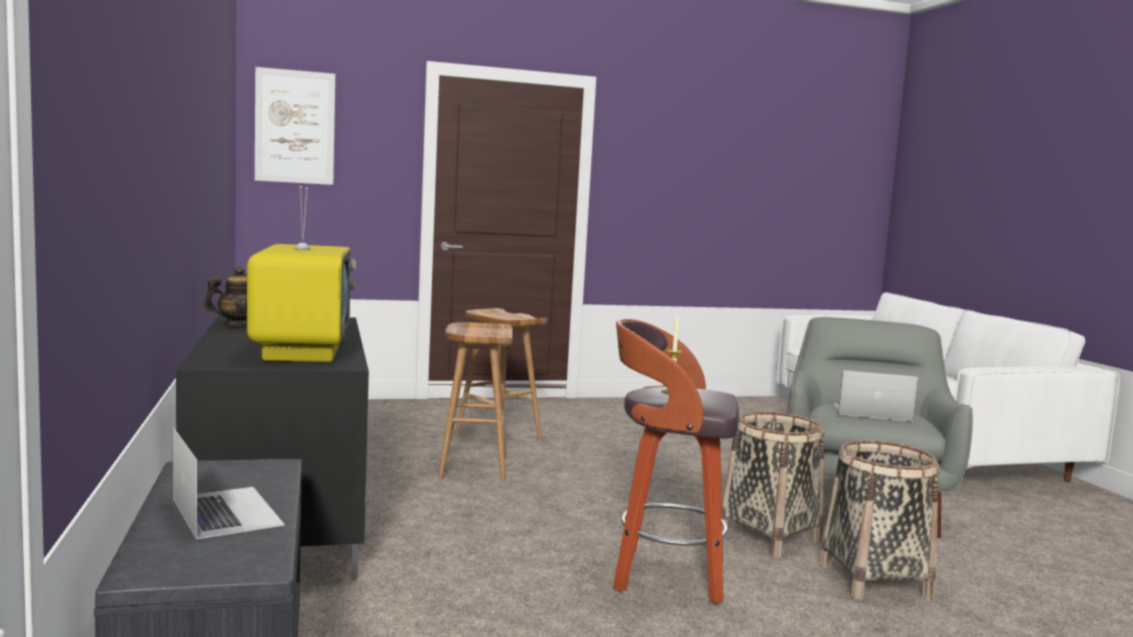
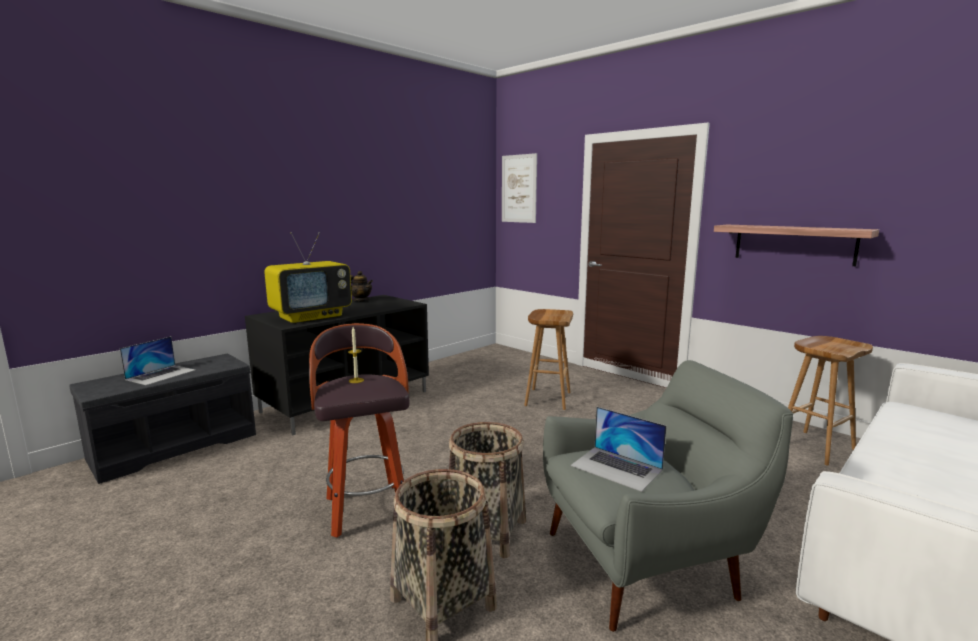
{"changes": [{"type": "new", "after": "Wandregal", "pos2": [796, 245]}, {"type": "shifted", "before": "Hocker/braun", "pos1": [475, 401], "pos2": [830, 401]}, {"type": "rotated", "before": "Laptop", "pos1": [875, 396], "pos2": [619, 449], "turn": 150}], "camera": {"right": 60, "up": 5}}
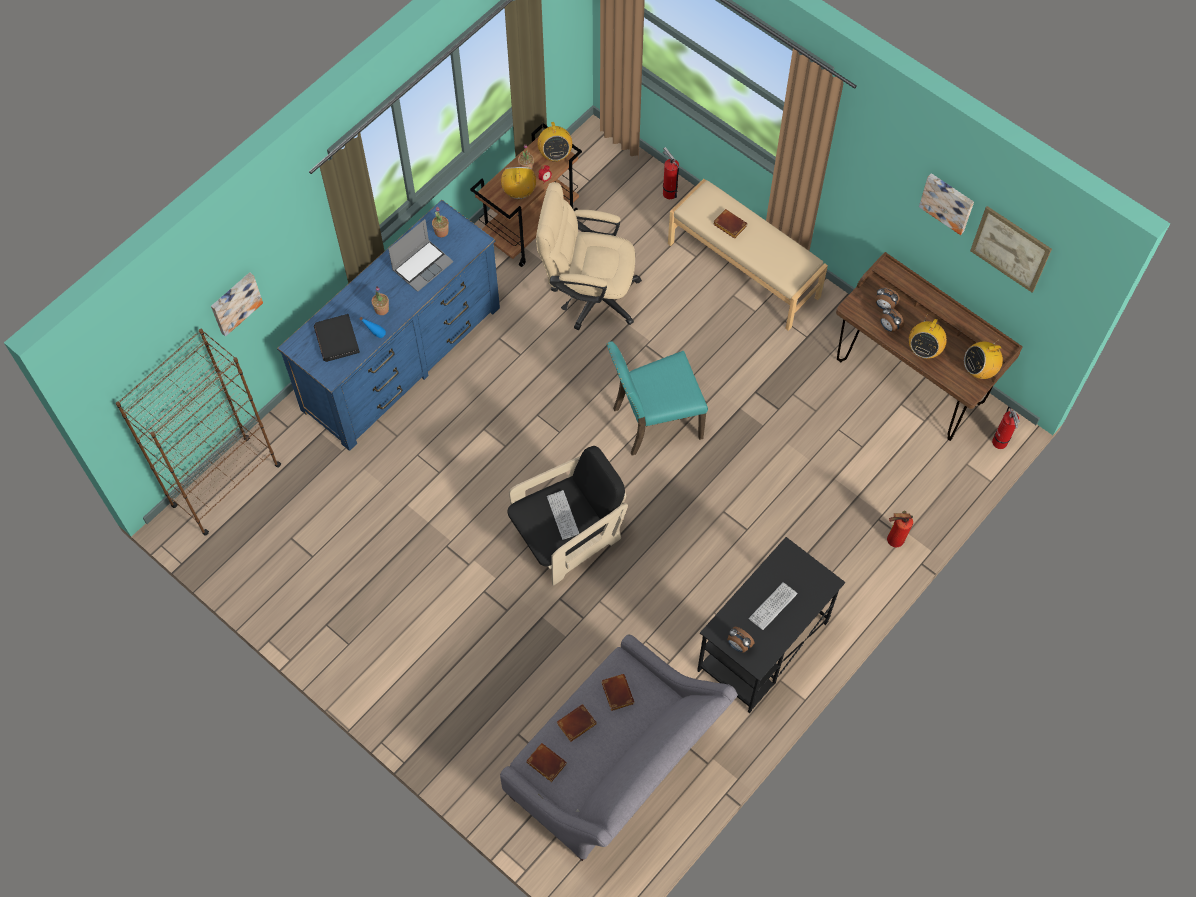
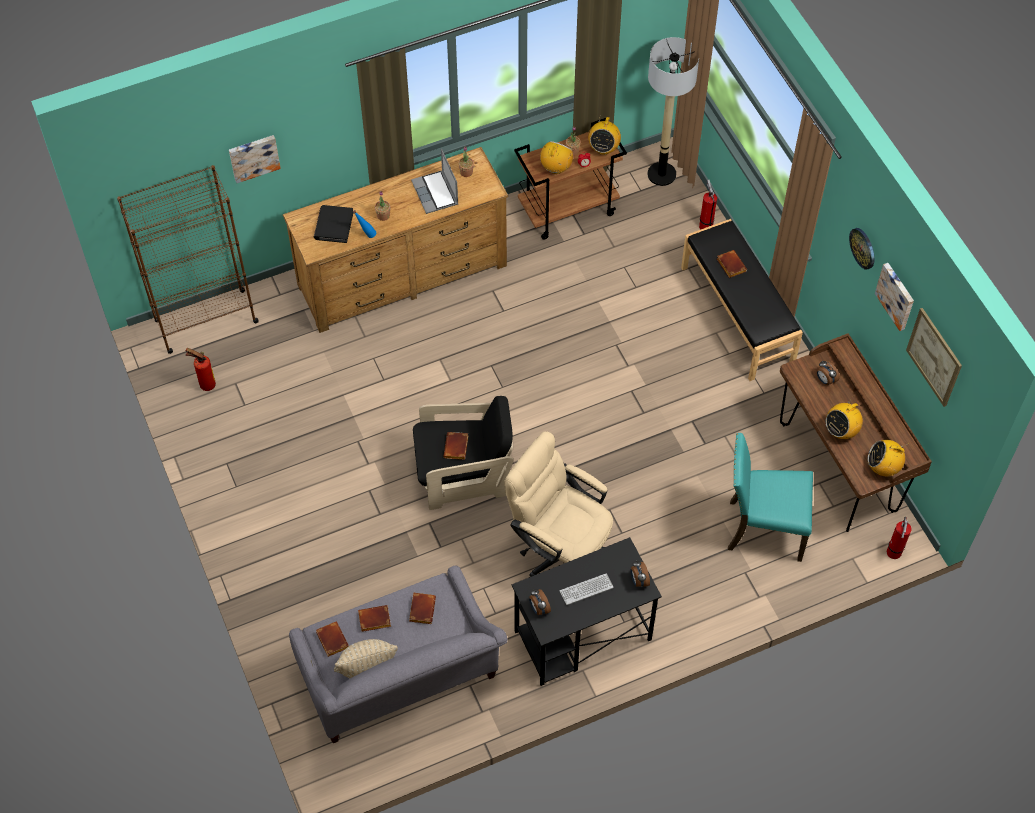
{"changes": [{"type": "new", "after": "Kissen/beige", "pos2": [366, 658]}, {"type": "new", "after": "Stehlampe", "pos2": [673, 111]}, {"type": "new", "after": "Wanduhr", "pos2": [861, 249]}, {"type": "shifted", "before": "Bürostuhl/beige", "pos1": [589, 256], "pos2": [558, 504]}, {"type": "shifted", "before": "Stuhl/türkis", "pos1": [657, 398], "pos2": [770, 497]}, {"type": "shifted", "before": "Wecker", "pos1": [892, 320], "pos2": [640, 573]}, {"type": "shifted", "before": "Feuerlöscher", "pos1": [900, 529], "pos2": [200, 369]}, {"type": "swapped", "before": "Tastatur", "after": "Buch/braun", "pos1": [563, 515], "pos2": [455, 446]}, {"type": "repainted", "before": "Kommode/blau", "after": "Kommode/braun", "pos1": [388, 325], "pos2": [395, 240]}, {"type": "repainted", "before": "Bank/beige", "after": "Bank/schwarz", "pos1": [748, 255], "pos2": [742, 300]}, {"type": "rotated", "before": "Laptop", "pos1": [420, 255], "pos2": [434, 181], "turn": 90}], "camera": {"right": 25, "up": -5}}
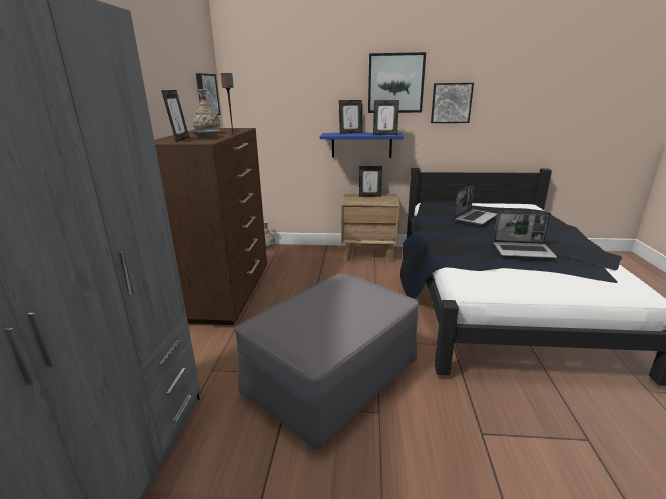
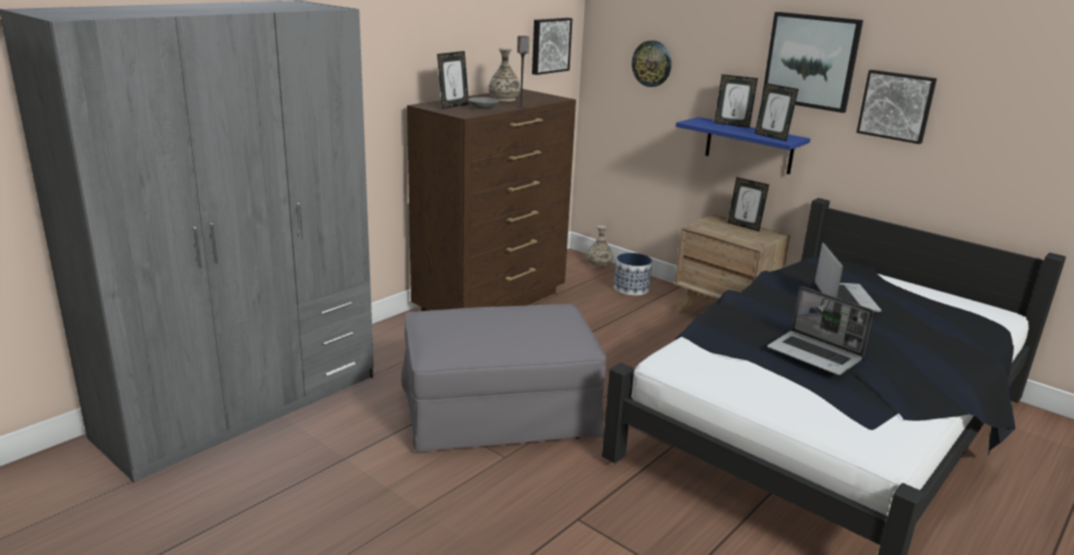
{"changes": [{"type": "new", "after": "Pflanzkübel", "pos2": [633, 274]}, {"type": "new", "after": "Wanduhr", "pos2": [651, 63]}, {"type": "rotated", "before": "Laptop", "pos1": [476, 204], "pos2": [848, 277], "turn": -75}], "camera": {"right": 35, "up": 0}}
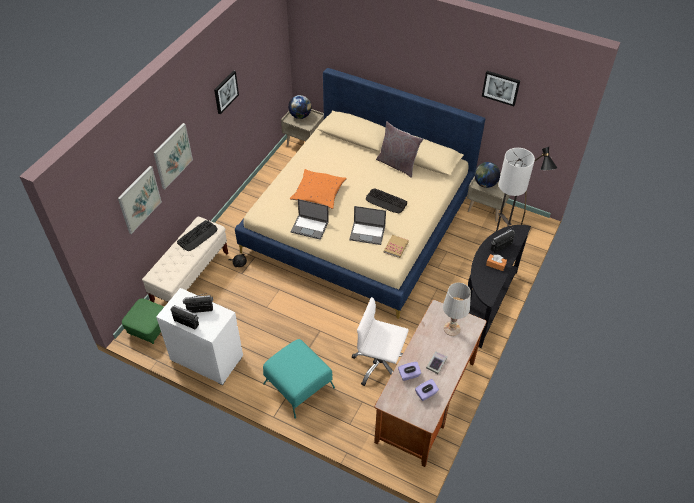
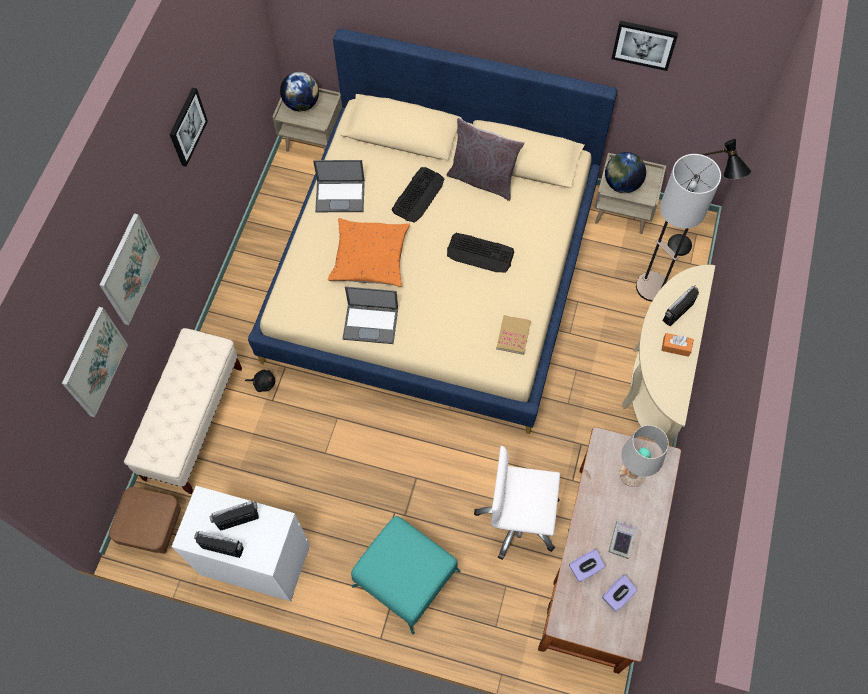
{"changes": [{"type": "shifted", "before": "Tastatur", "pos1": [197, 235], "pos2": [418, 195]}, {"type": "shifted", "before": "Laptop", "pos1": [367, 225], "pos2": [339, 186]}, {"type": "repainted", "before": "Polsterhocker/grün", "after": "Polsterhocker/braun", "pos1": [143, 321], "pos2": [145, 520]}, {"type": "repainted", "before": "Konsolentisch/schwarz", "after": "Konsolentisch/beige", "pos1": [499, 286], "pos2": [668, 355]}], "camera": {"right": -10, "up": 15}}
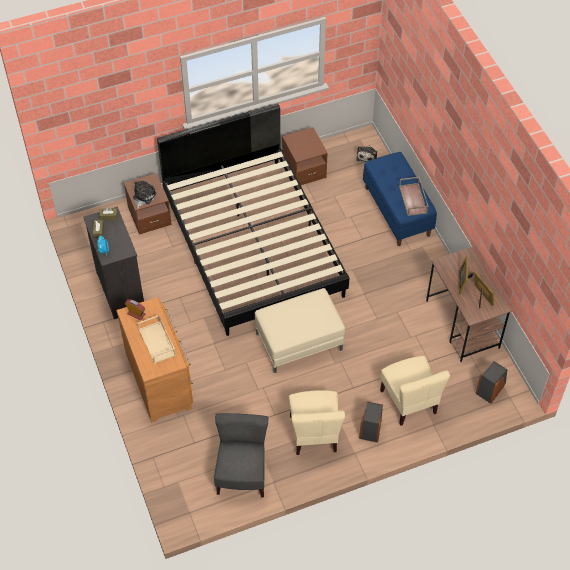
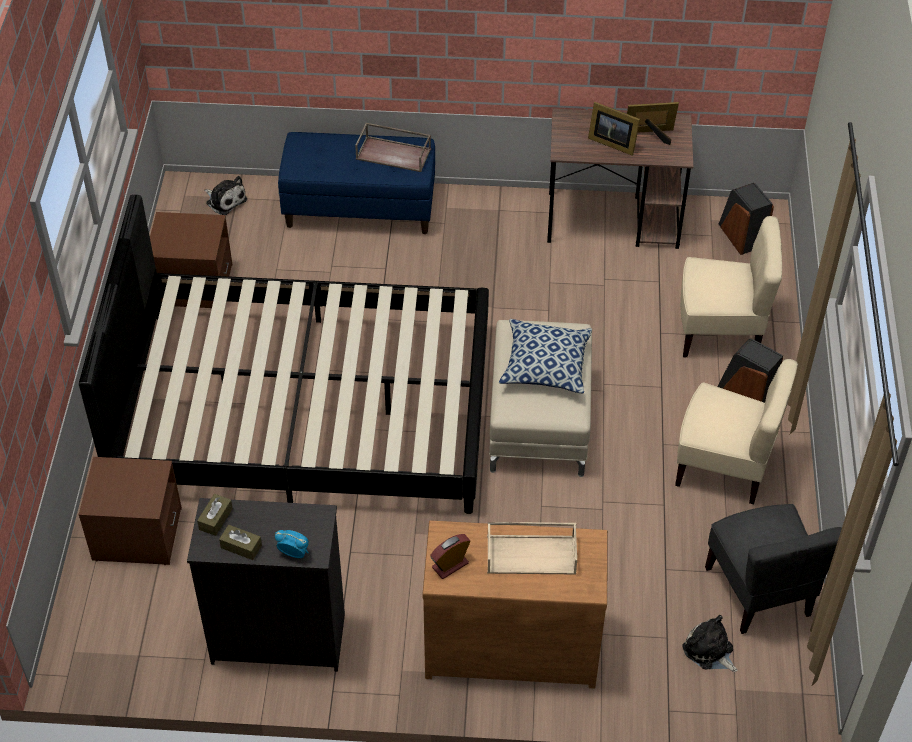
{"changes": [{"type": "new", "after": "Kissen", "pos2": [545, 356]}, {"type": "shifted", "before": "Plüschtier", "pos1": [144, 195], "pos2": [709, 643]}, {"type": "rotated", "before": "Stuhl/grau", "pos1": [241, 455], "pos2": [773, 569], "turn": -135}], "camera": {"right": -65, "up": -5}}
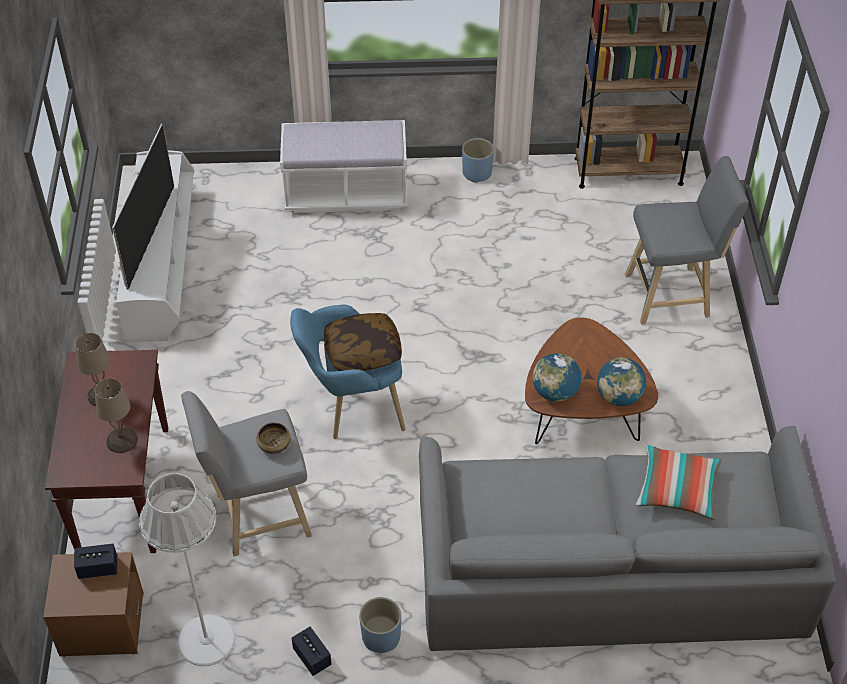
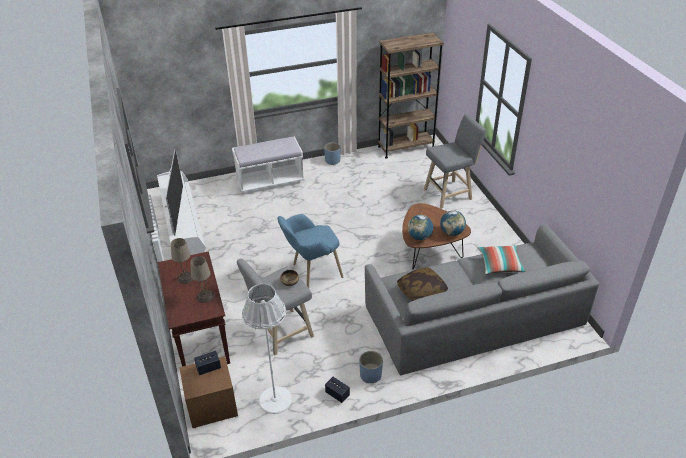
{"changes": [{"type": "shifted", "before": "Kissen", "pos1": [363, 342], "pos2": [422, 284]}], "camera": {"right": -15, "up": -10}}
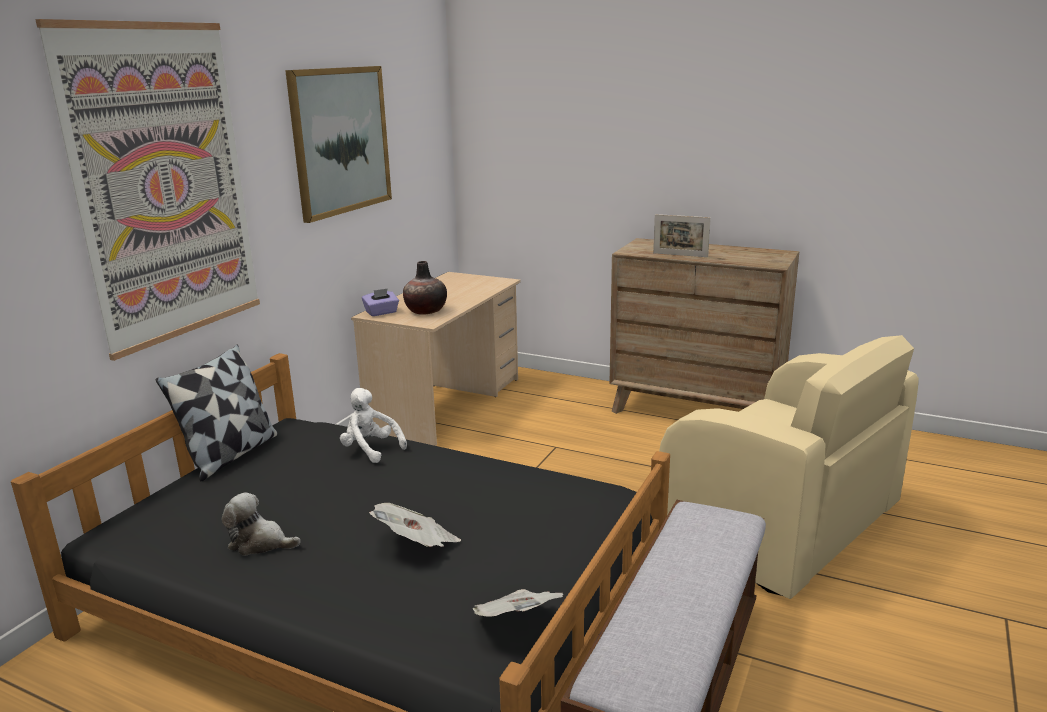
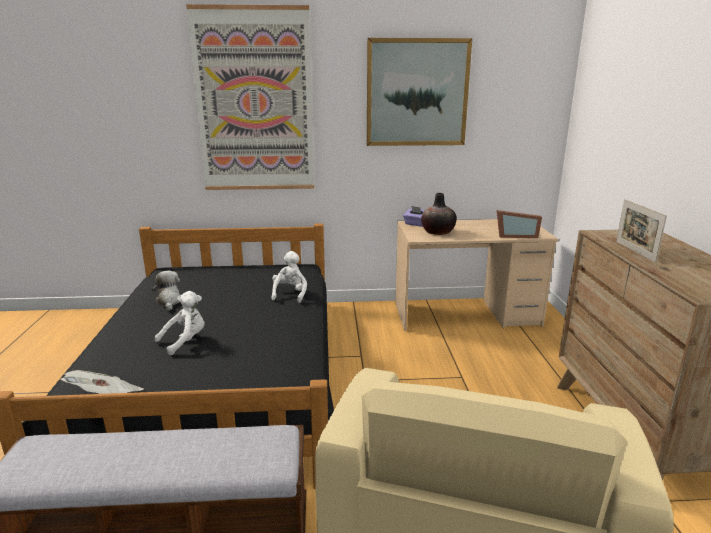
{"changes": [{"type": "gone", "before": "Kissen", "pos1": [217, 412]}, {"type": "new", "after": "Bilderrahmen", "pos2": [519, 224]}, {"type": "swapped", "before": "Zeitung", "after": "Plüschtier/weiß", "pos1": [415, 525], "pos2": [179, 323]}], "camera": {"right": 60, "up": 0}}
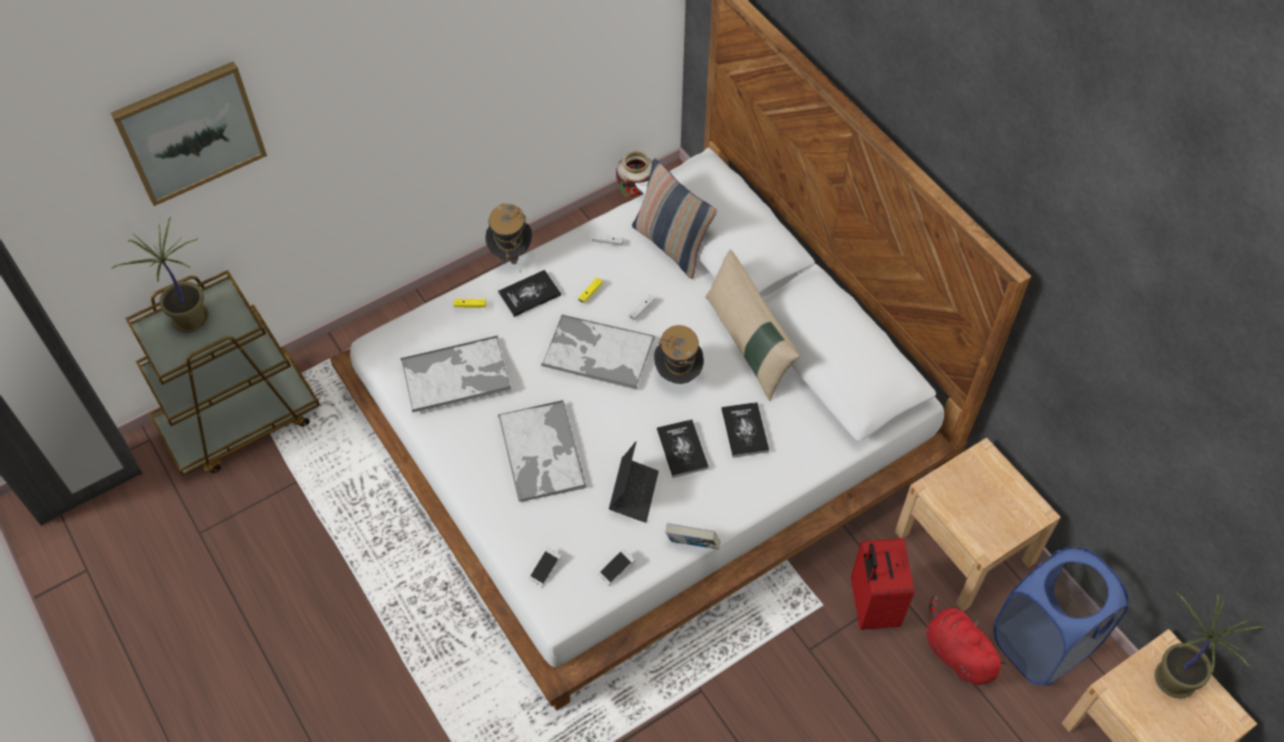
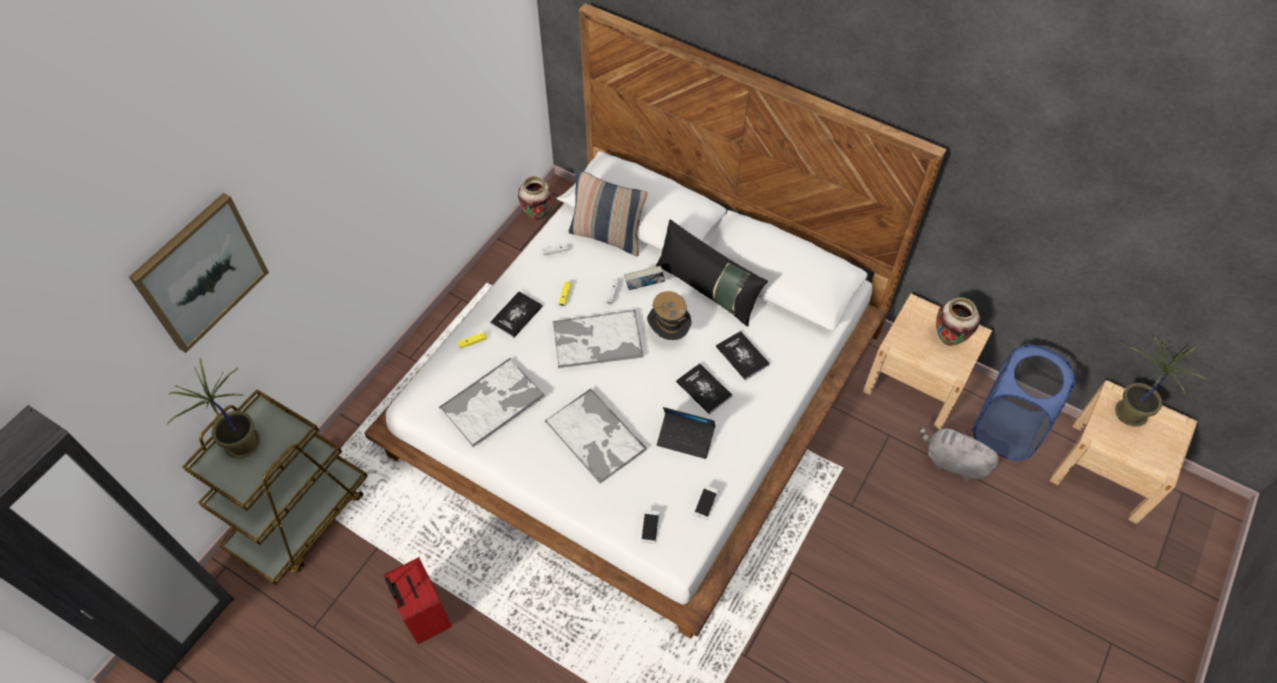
{"changes": [{"type": "gone", "before": "Hut", "pos1": [508, 237]}, {"type": "new", "after": "Vase", "pos2": [958, 321]}, {"type": "shifted", "before": "Buch", "pos1": [693, 536], "pos2": [644, 277]}, {"type": "shifted", "before": "Koffer/rot", "pos1": [882, 584], "pos2": [418, 600]}, {"type": "repainted", "before": "Kissen/beige", "after": "Kissen/schwarz", "pos1": [753, 325], "pos2": [712, 273]}, {"type": "repainted", "before": "Plüschtier/rot", "after": "Plüschtier/grau", "pos1": [967, 640], "pos2": [959, 453]}, {"type": "rotated", "before": "Laptop", "pos1": [634, 482], "pos2": [686, 433], "turn": 120}], "camera": {"right": -25, "up": 0}}
